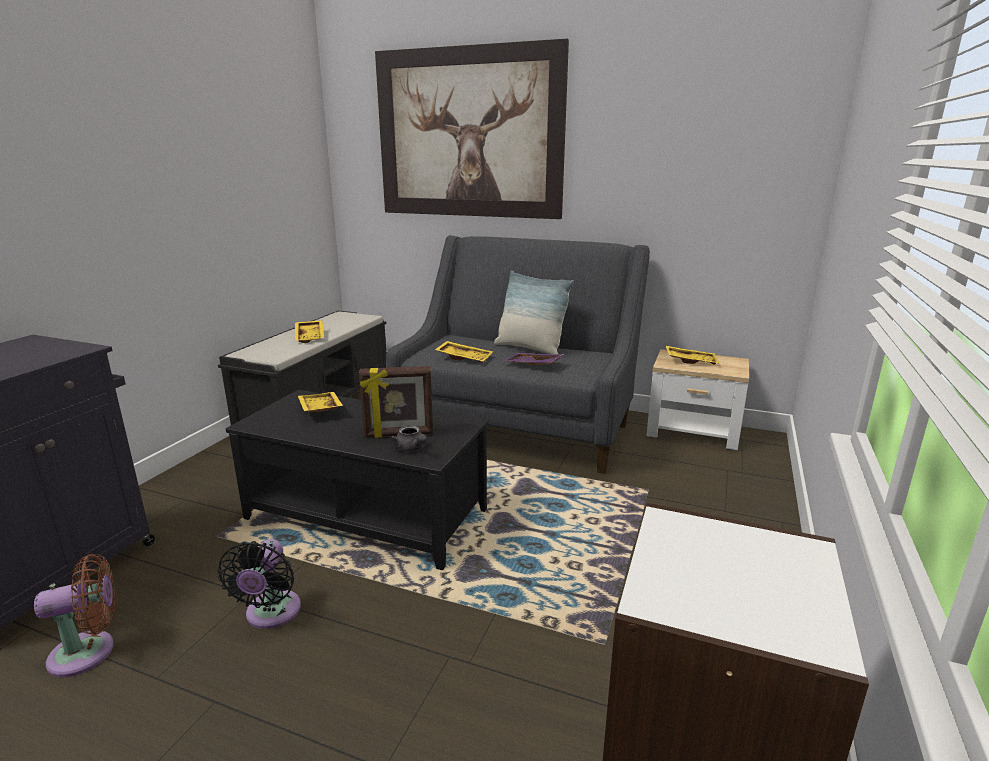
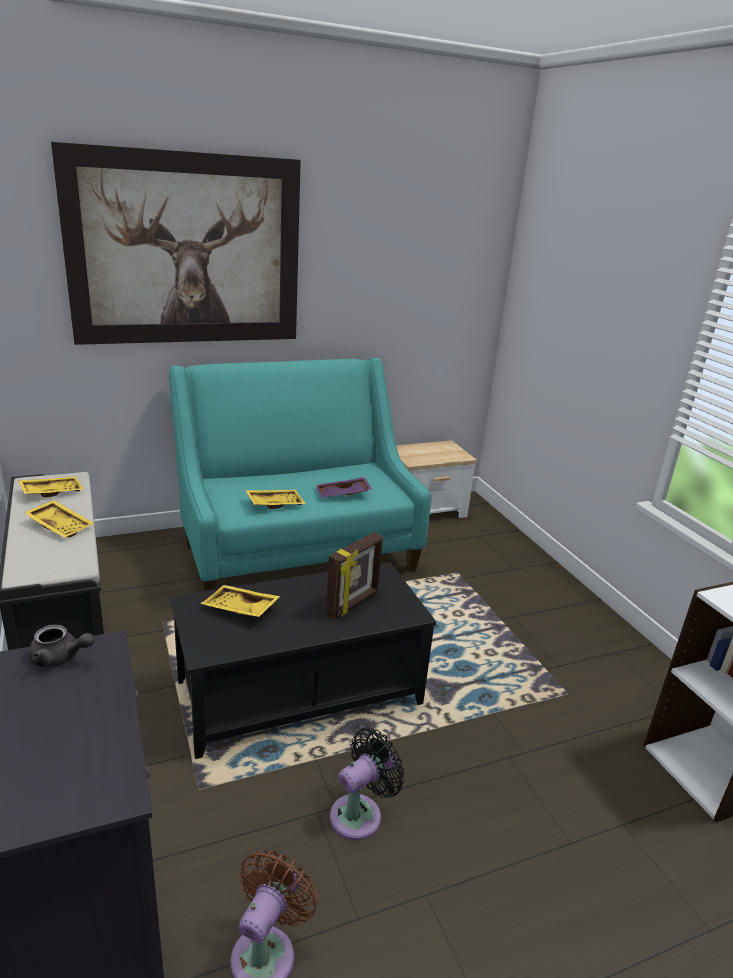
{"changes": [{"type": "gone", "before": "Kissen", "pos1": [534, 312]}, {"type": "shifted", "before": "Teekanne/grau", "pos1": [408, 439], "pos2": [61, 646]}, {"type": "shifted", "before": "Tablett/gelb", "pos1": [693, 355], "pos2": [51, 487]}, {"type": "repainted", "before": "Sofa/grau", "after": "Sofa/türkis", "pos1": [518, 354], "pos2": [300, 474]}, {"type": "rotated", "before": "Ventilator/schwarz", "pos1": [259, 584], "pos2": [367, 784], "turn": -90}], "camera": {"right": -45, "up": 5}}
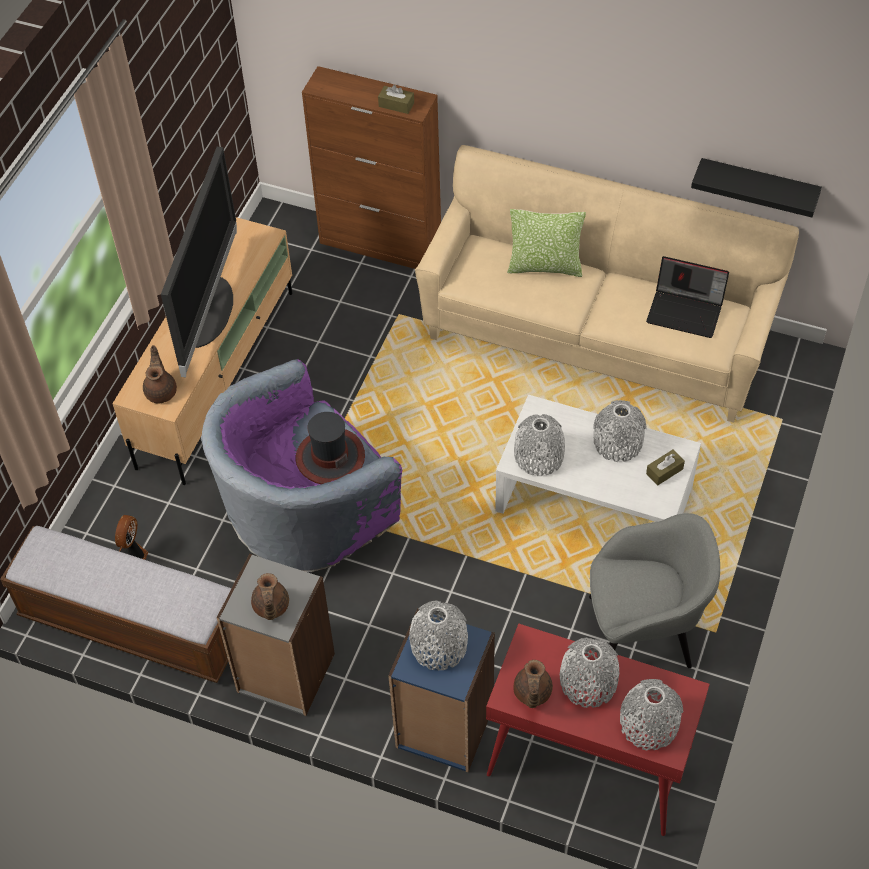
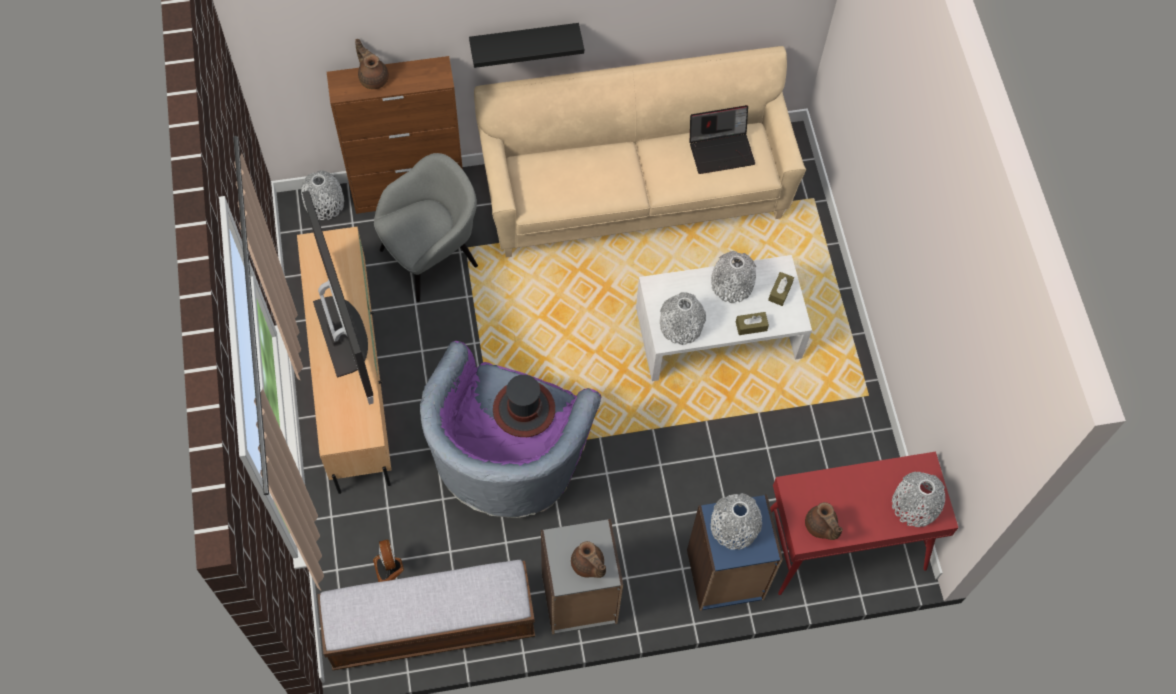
{"changes": [{"type": "gone", "before": "Kissen", "pos1": [546, 243]}, {"type": "shifted", "before": "Teekanne/braun", "pos1": [160, 374], "pos2": [372, 64]}, {"type": "shifted", "before": "Taschentuchbox/braun", "pos1": [396, 99], "pos2": [752, 323]}, {"type": "shifted", "before": "Vase/grau", "pos1": [589, 673], "pos2": [322, 195]}, {"type": "shifted", "before": "Sessel/grau", "pos1": [654, 590], "pos2": [426, 227]}, {"type": "shifted", "before": "Wandregal/schwarz", "pos1": [756, 187], "pos2": [526, 45]}], "camera": {"right": -35, "up": 10}}
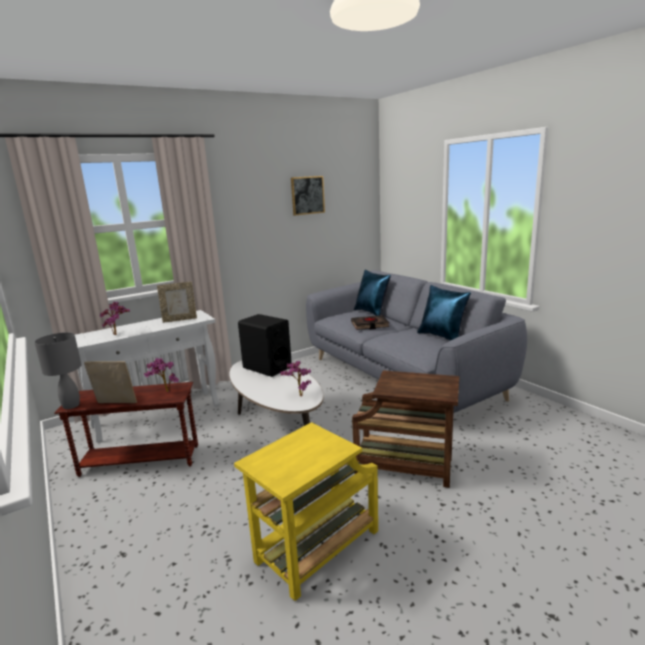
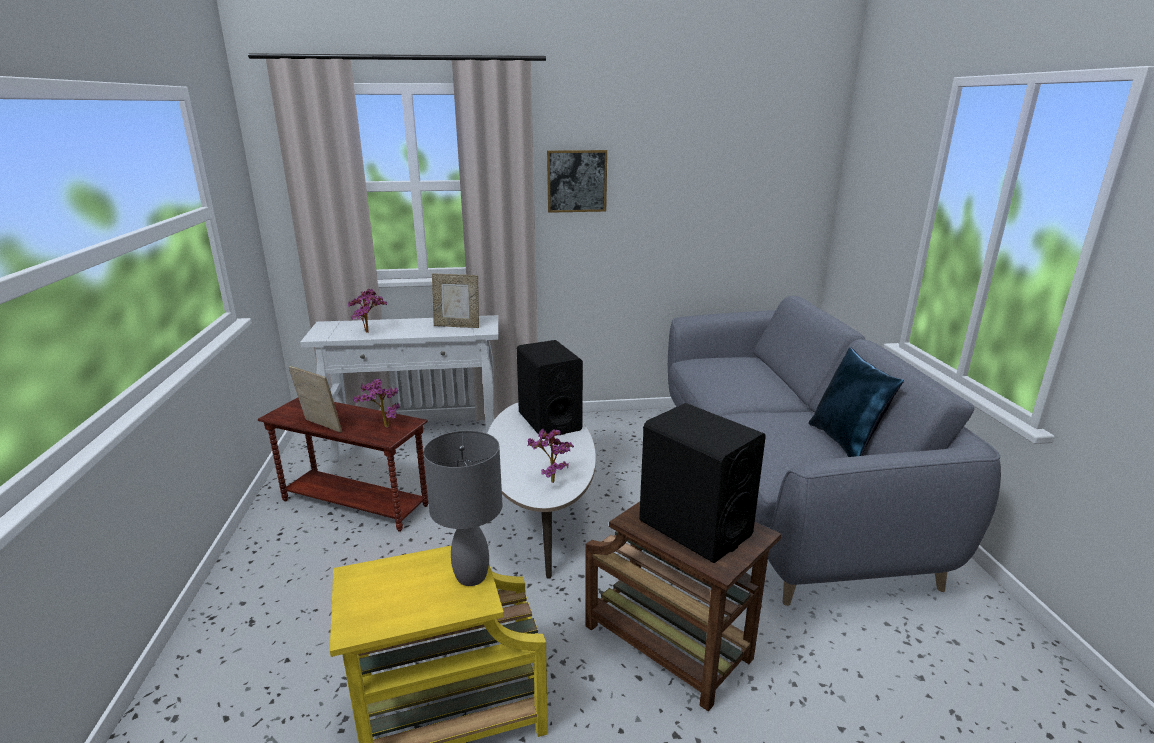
{"changes": [{"type": "gone", "before": "Buch/schwarz", "pos1": [370, 322]}, {"type": "gone", "before": "Kissen/blau", "pos1": [372, 293]}, {"type": "new", "after": "Lautsprecher/schwarz", "pos2": [702, 483]}, {"type": "shifted", "before": "Tischlampe/grau", "pos1": [58, 370], "pos2": [462, 508]}, {"type": "shifted", "before": "Bild", "pos1": [308, 196], "pos2": [577, 181]}], "camera": {"right": 25, "up": 5}}
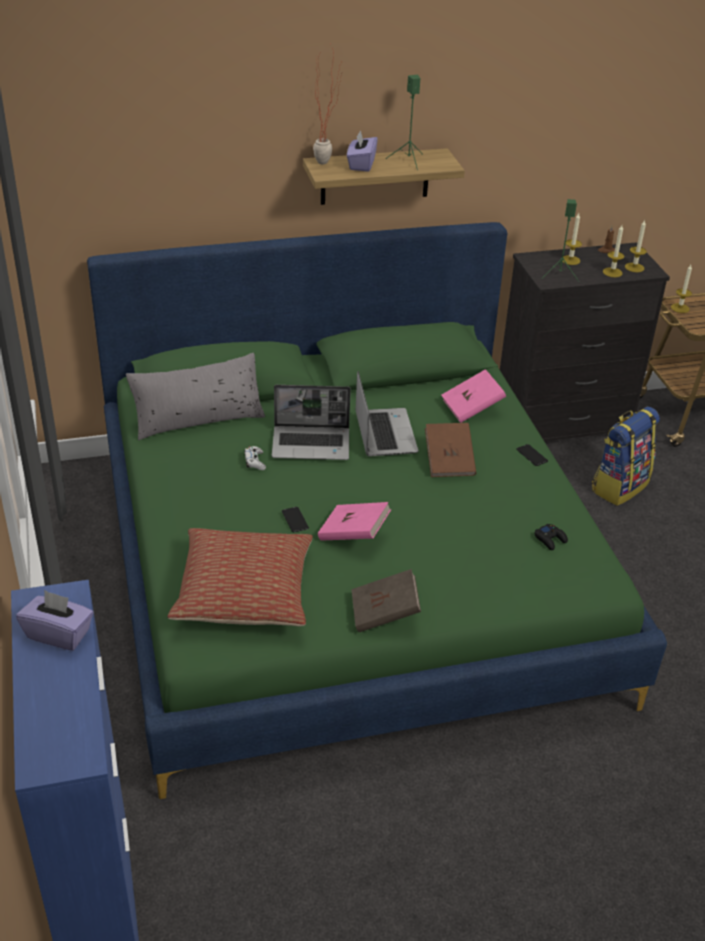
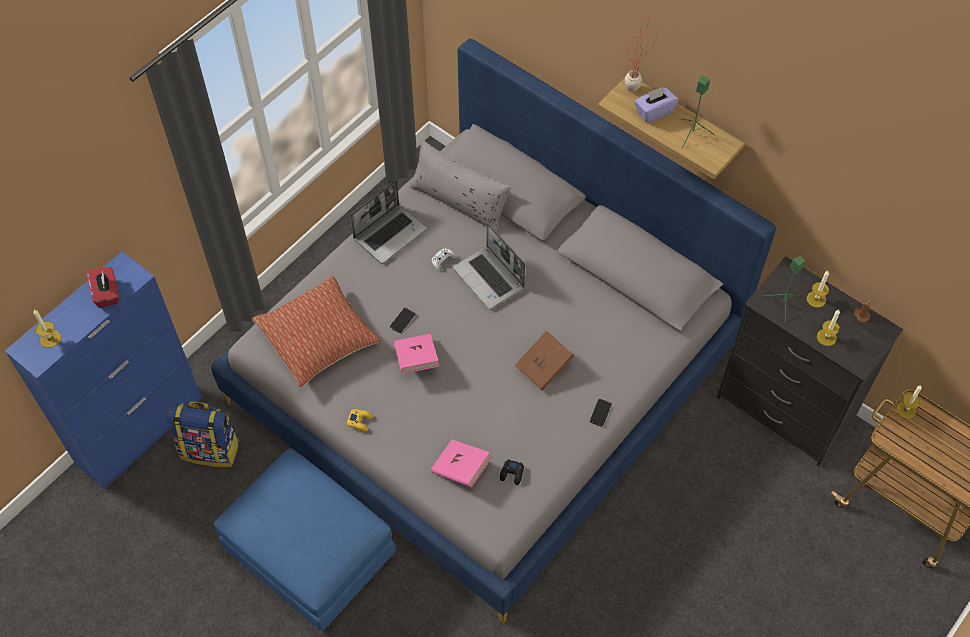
{"changes": [{"type": "new", "after": "Polsterhocker/blau", "pos2": [305, 540]}, {"type": "shifted", "before": "Laptop", "pos1": [387, 414], "pos2": [388, 221]}, {"type": "shifted", "before": "Buch/rosa", "pos1": [473, 396], "pos2": [461, 463]}, {"type": "shifted", "before": "Rucksack", "pos1": [626, 456], "pos2": [203, 434]}, {"type": "shifted", "before": "Kerze", "pos1": [636, 246], "pos2": [47, 329]}, {"type": "swapped", "before": "Buch/braun", "after": "Gamepad/gelb", "pos1": [386, 600], "pos2": [360, 420]}, {"type": "repainted", "before": "Taschentuchbox/lila", "after": "Taschentuchbox/rot", "pos1": [54, 620], "pos2": [103, 287]}, {"type": "repainted", "before": "Bett/grün", "after": "Bett/grau", "pos1": [377, 510], "pos2": [493, 330]}], "camera": {"right": 55, "up": 20}}
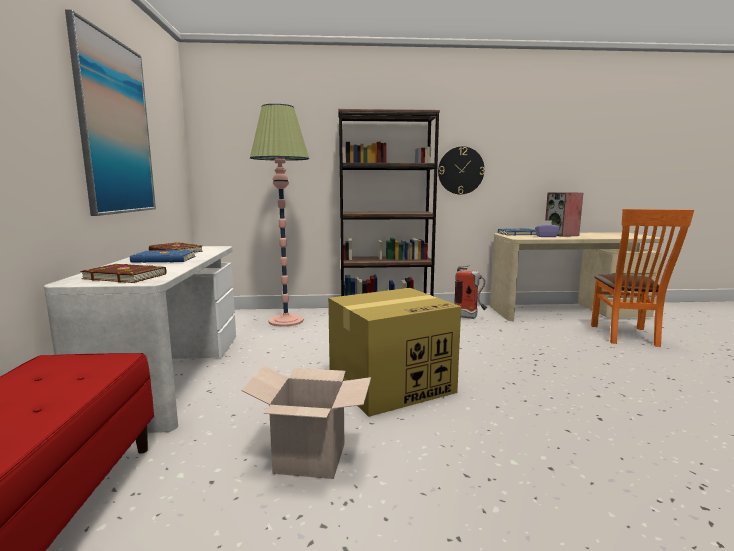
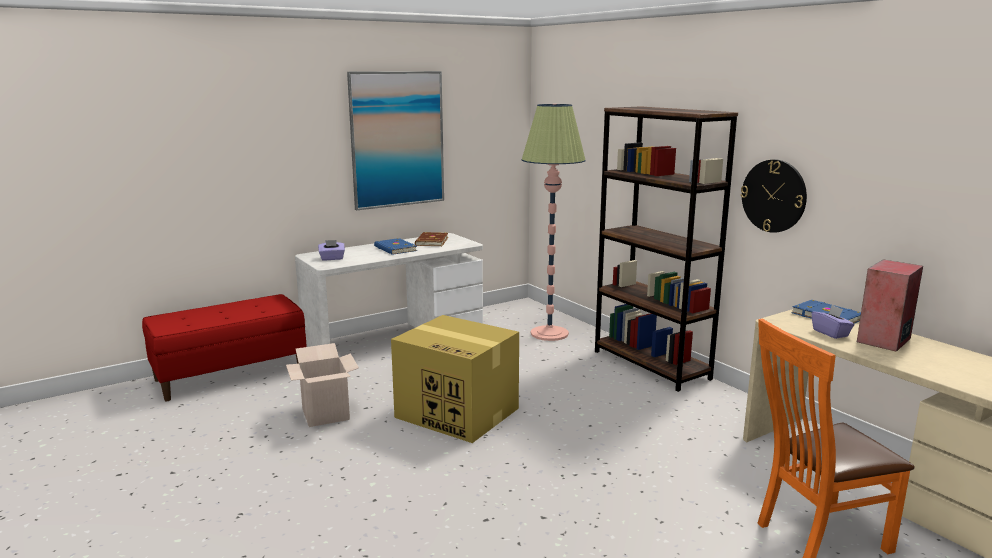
{"changes": [{"type": "gone", "before": "Feuerlöscher", "pos1": [470, 292]}, {"type": "swapped", "before": "Buch/braun", "after": "Taschentuchbox/lila", "pos1": [123, 273], "pos2": [331, 250]}], "camera": {"right": 60, "up": 5}}
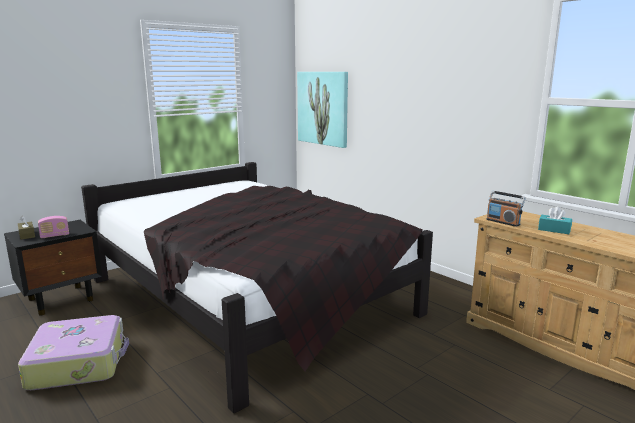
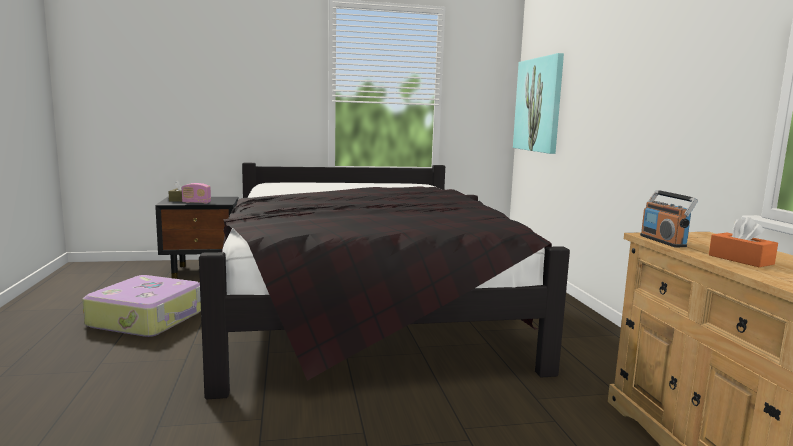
{"changes": [{"type": "repainted", "before": "Taschentuchbox/türkis", "after": "Taschentuchbox/orange", "pos1": [555, 220], "pos2": [743, 242]}], "camera": {"right": 30, "up": -5}}
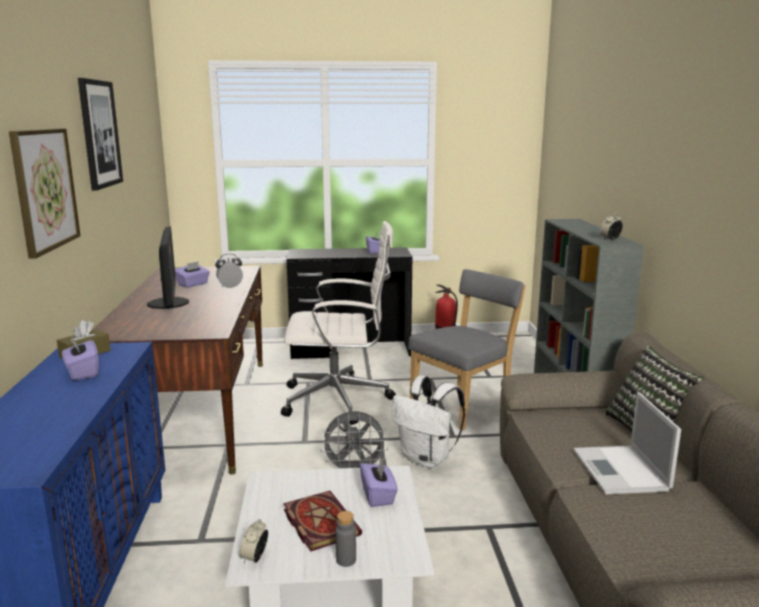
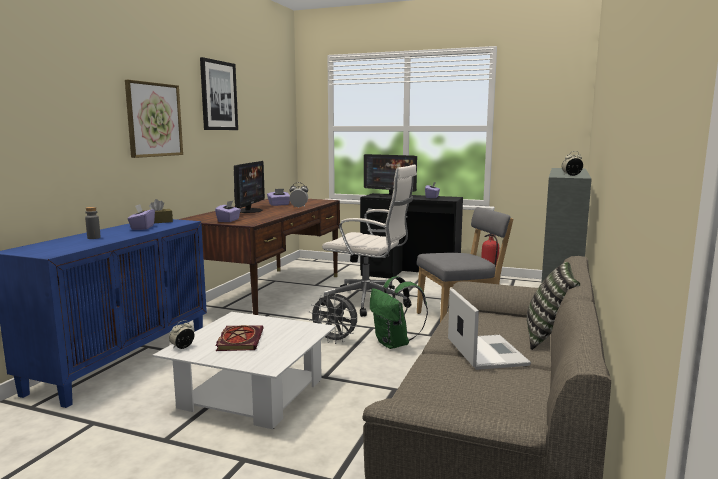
{"changes": [{"type": "new", "after": "Monitor", "pos2": [390, 175]}, {"type": "shifted", "before": "Flasche/grau", "pos1": [346, 539], "pos2": [93, 223]}, {"type": "shifted", "before": "Taschentuchbox/lila", "pos1": [379, 483], "pos2": [228, 211]}, {"type": "repainted", "before": "Rucksack/weiß", "after": "Rucksack/grün", "pos1": [428, 422], "pos2": [399, 312]}, {"type": "rotated", "before": "Laptop", "pos1": [627, 443], "pos2": [489, 329], "turn": 150}], "camera": {"right": 25, "up": -5}}
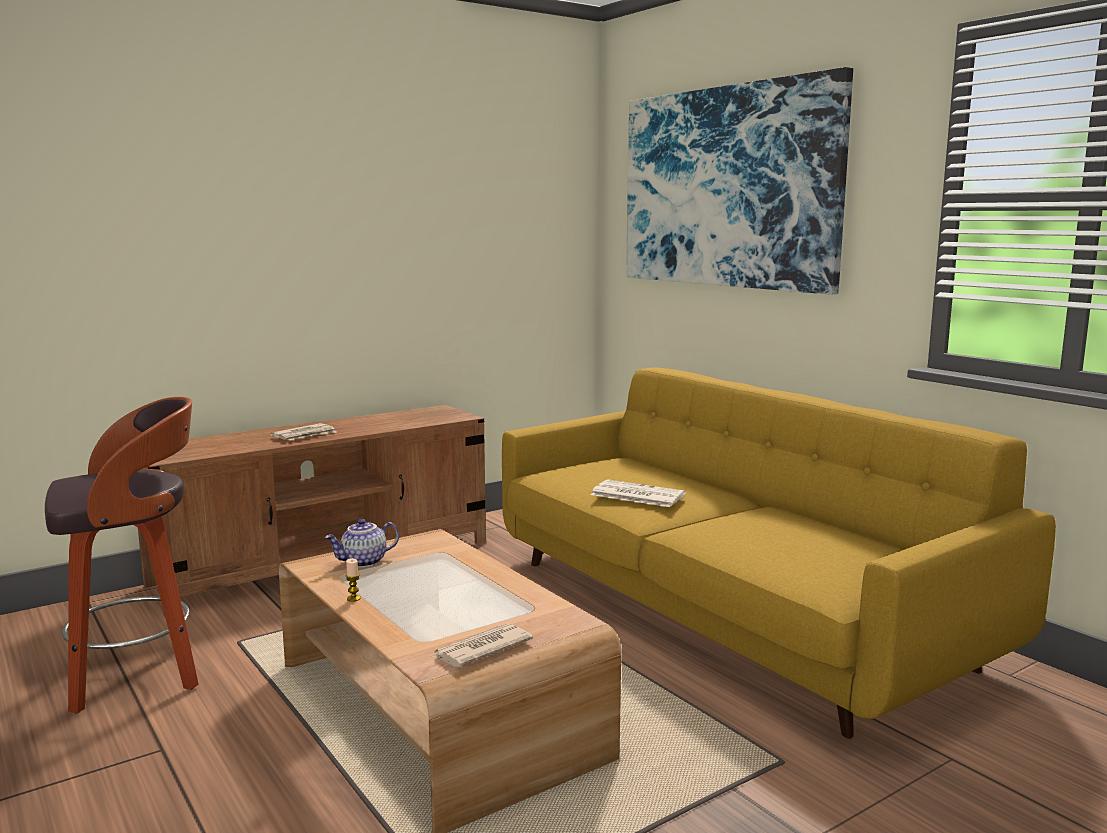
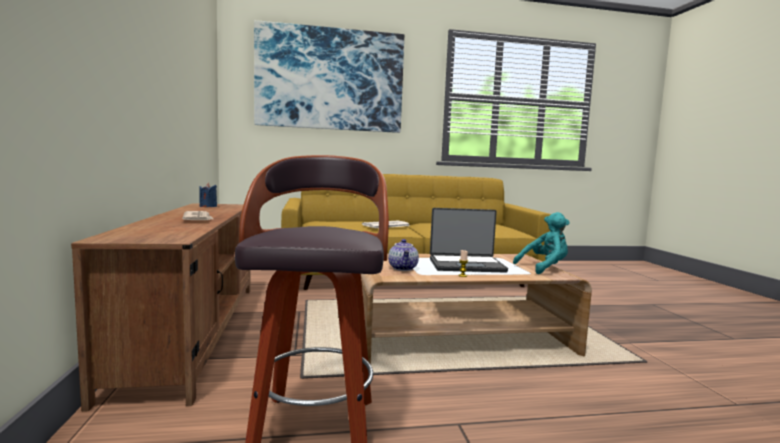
{"changes": [{"type": "new", "after": "Kerze/blau", "pos2": [208, 195]}, {"type": "new", "after": "Laptop", "pos2": [469, 240]}, {"type": "swapped", "before": "Zeitung", "after": "Plüschtier/türkis", "pos1": [482, 645], "pos2": [541, 243]}], "camera": {"right": -65, "up": -5}}
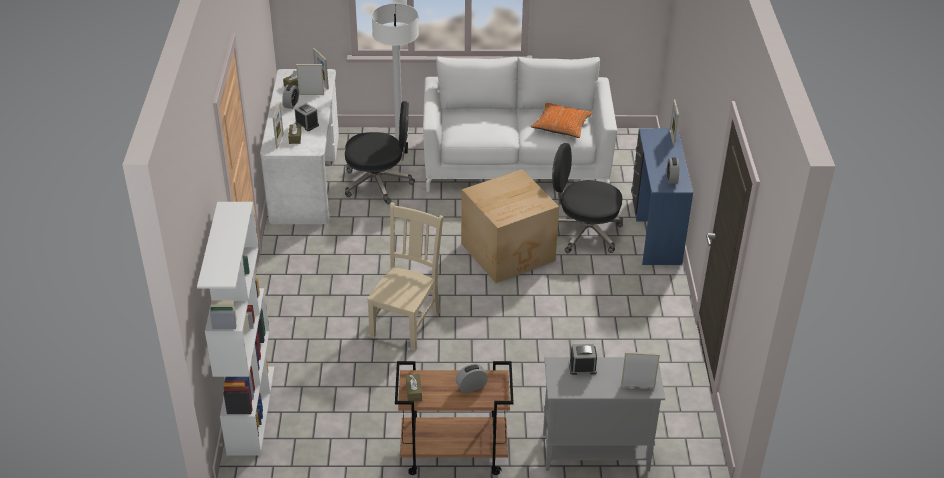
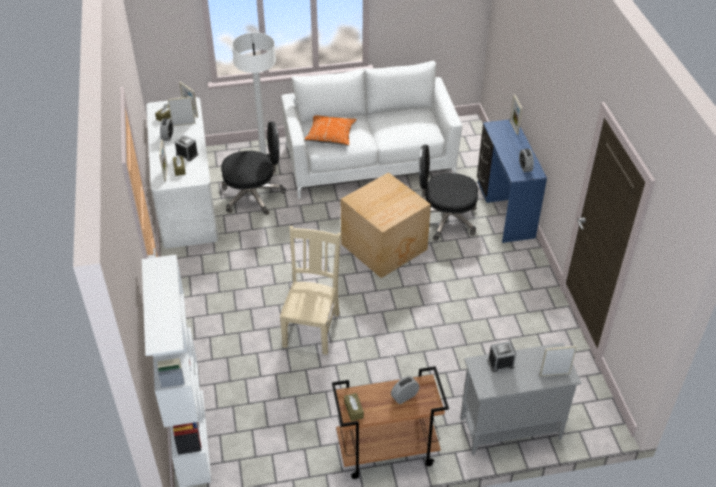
{"changes": [{"type": "shifted", "before": "Kissen/orange", "pos1": [562, 120], "pos2": [330, 130]}], "camera": {"right": -10, "up": 5}}
